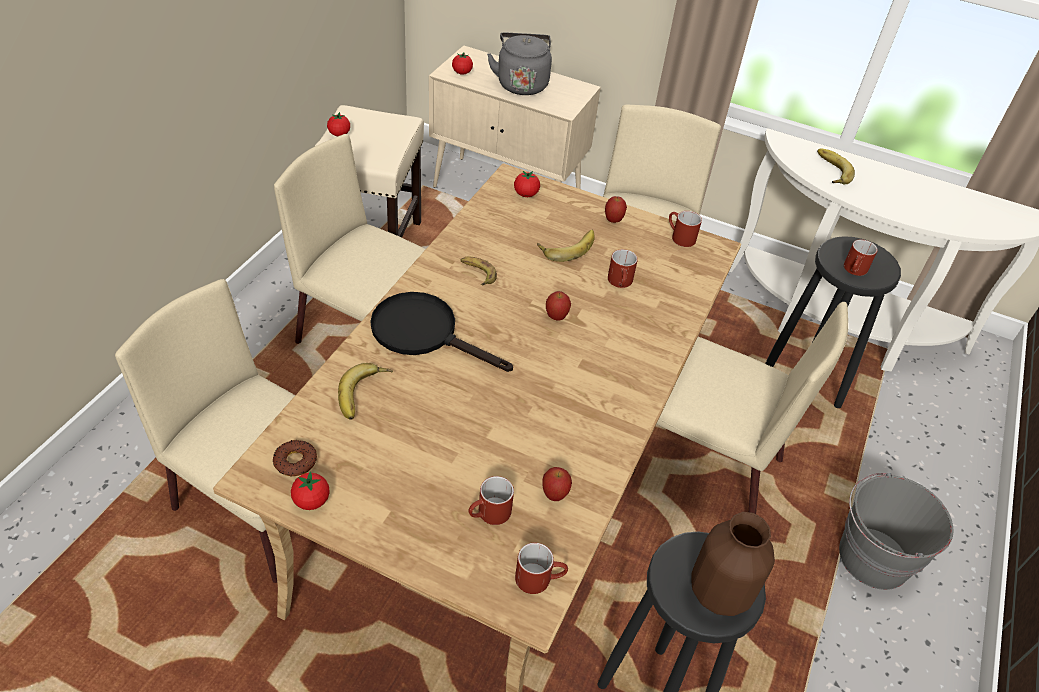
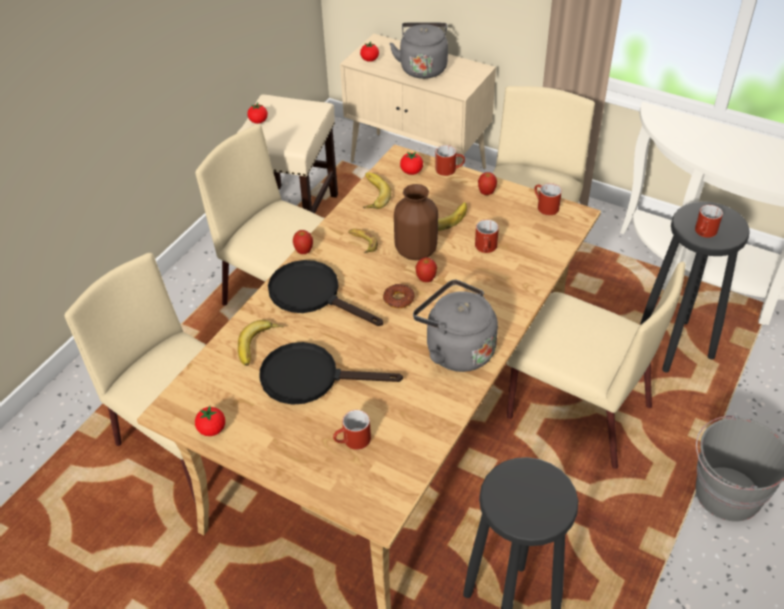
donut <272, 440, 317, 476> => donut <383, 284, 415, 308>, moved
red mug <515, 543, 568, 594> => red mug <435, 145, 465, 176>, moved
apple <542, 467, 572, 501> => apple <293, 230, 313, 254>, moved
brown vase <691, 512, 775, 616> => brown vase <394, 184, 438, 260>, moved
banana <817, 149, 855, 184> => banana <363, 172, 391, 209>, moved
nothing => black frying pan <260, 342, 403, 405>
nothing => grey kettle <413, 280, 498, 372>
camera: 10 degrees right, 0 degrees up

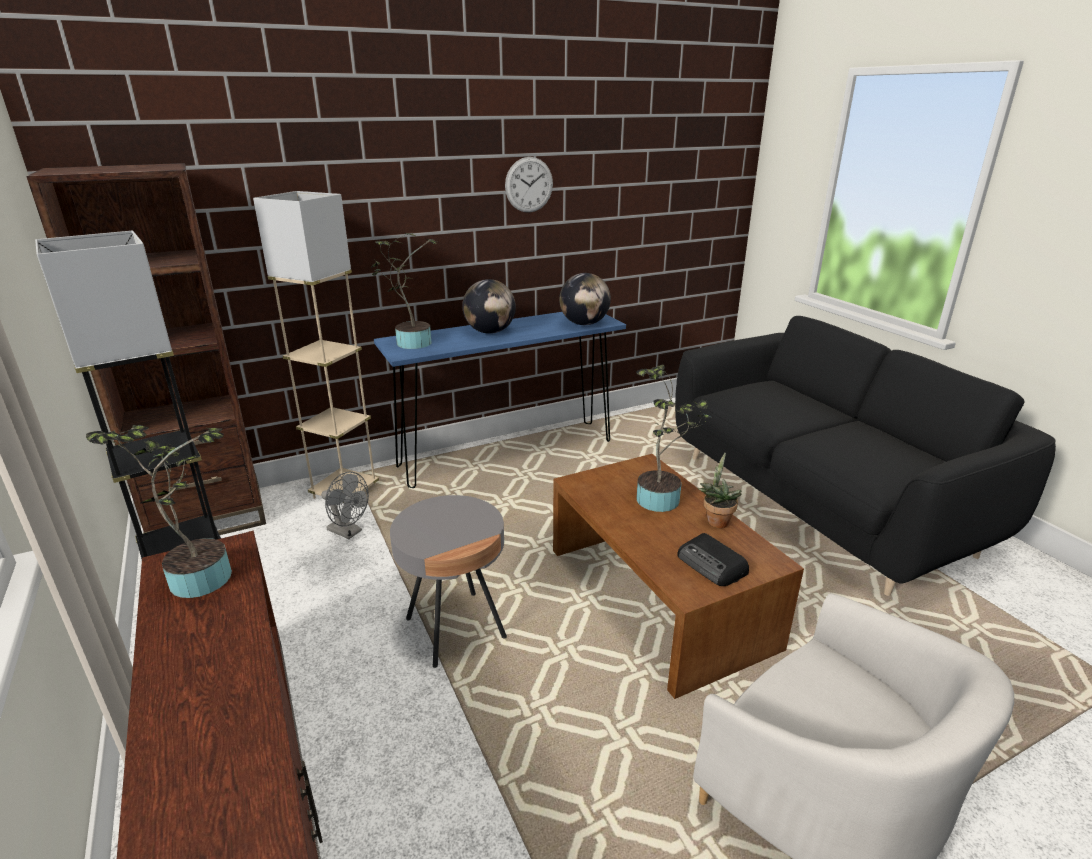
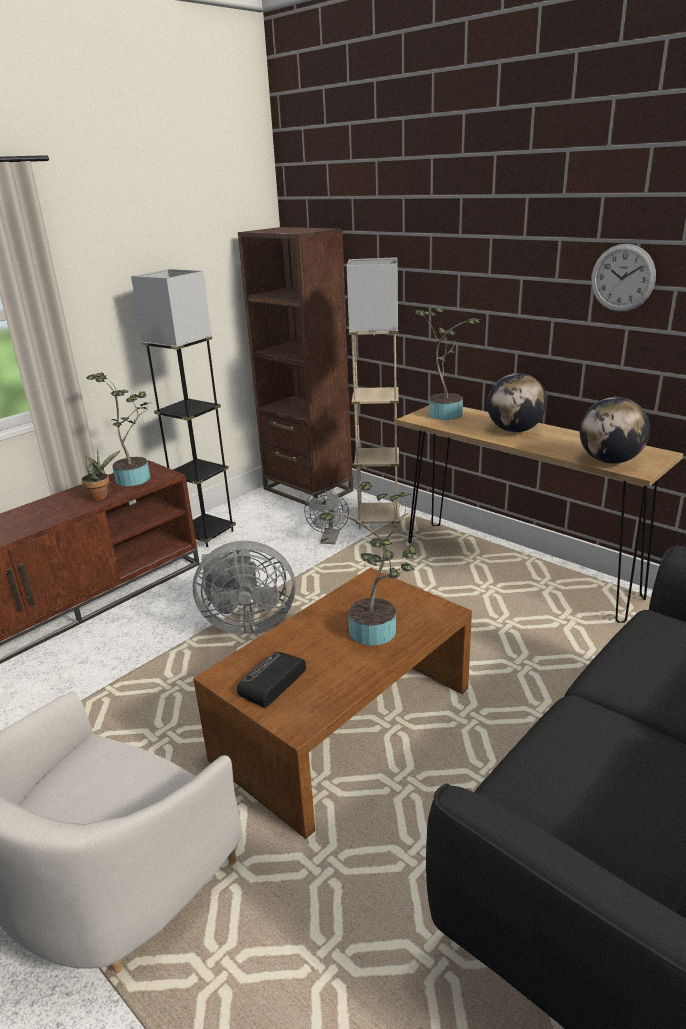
blue console table <374, 312, 626, 488> => brown console table <396, 406, 683, 623>
grey side table <390, 495, 507, 668> => grey fan <192, 541, 296, 634>
potted plant <698, 453, 742, 528> => potted plant <81, 450, 121, 501>, moved
camera: 70 degrees right, 0 degrees up

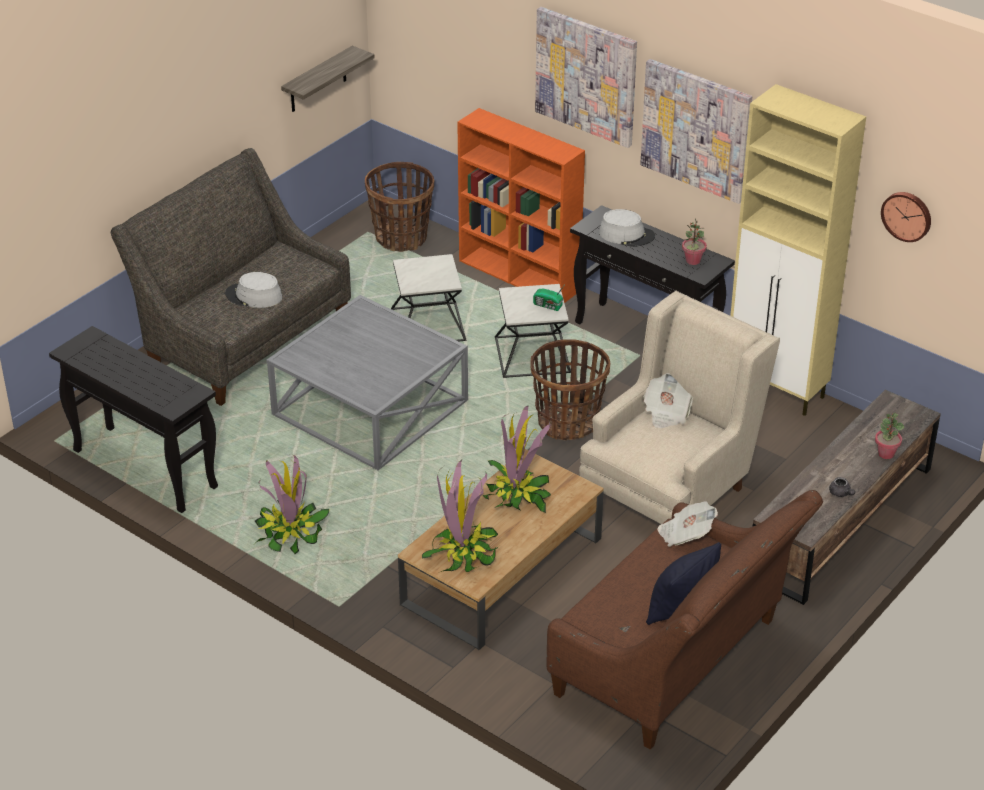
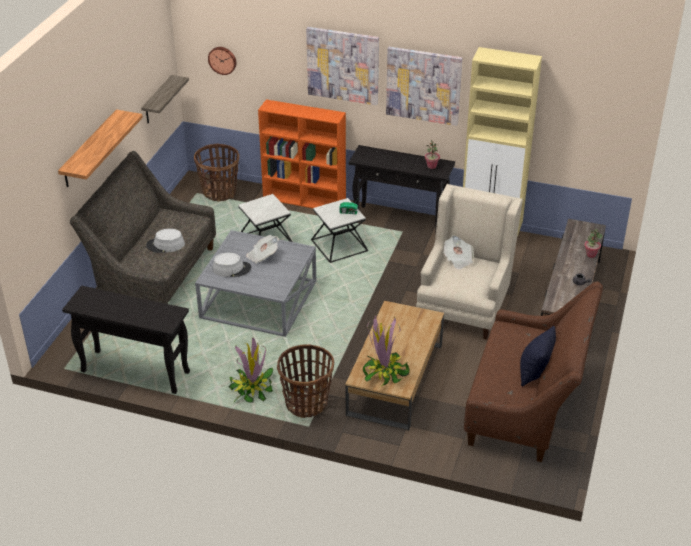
potted plant <478, 406, 551, 513> => nothing
basket <530, 339, 610, 441> => basket <277, 344, 334, 418>, moved
grey hat <599, 209, 655, 247> => grey hat <213, 252, 251, 277>, moved
newspaper <657, 501, 718, 547> => newspaper <246, 235, 279, 263>, moved
wall clock <881, 192, 931, 242> => wall clock <208, 47, 236, 75>, moved
nothing => shelf <58, 109, 143, 187>
camera: 20 degrees left, 0 degrees up

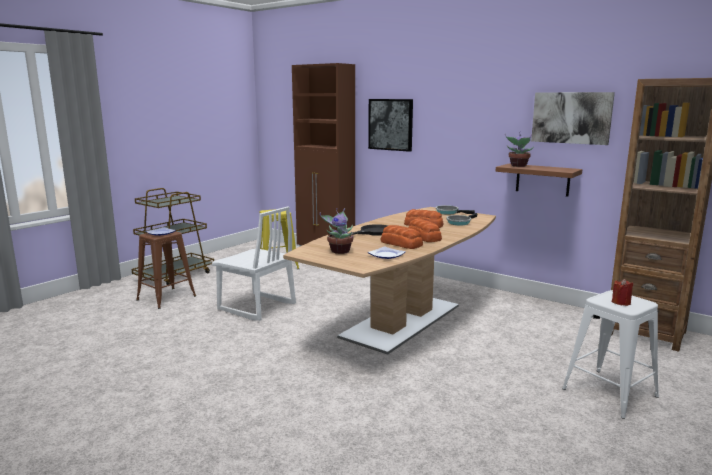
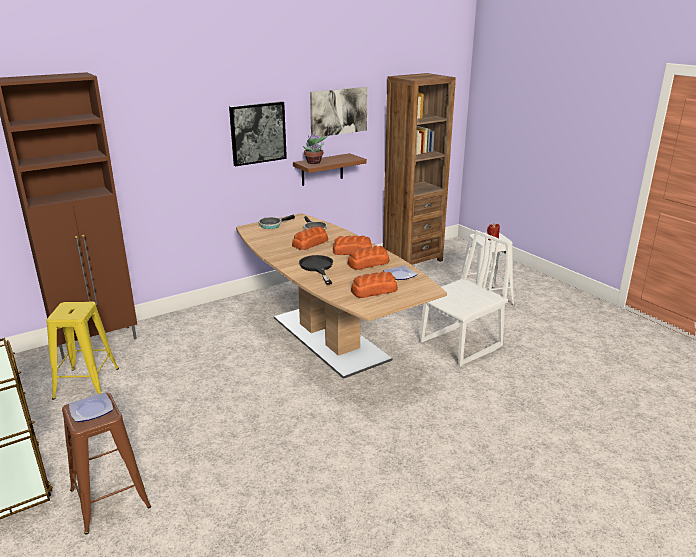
white chair <212, 206, 296, 321> => white chair <419, 230, 510, 366>, moved
potted plant <319, 208, 353, 254> => bread <351, 271, 398, 298>
picture <368, 99, 413, 152> => picture <229, 101, 287, 166>, moved
camera: 70 degrees left, 10 degrees up

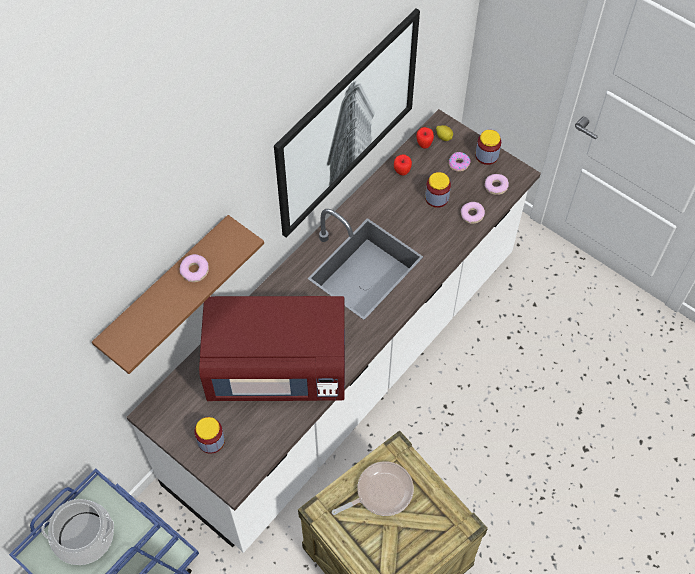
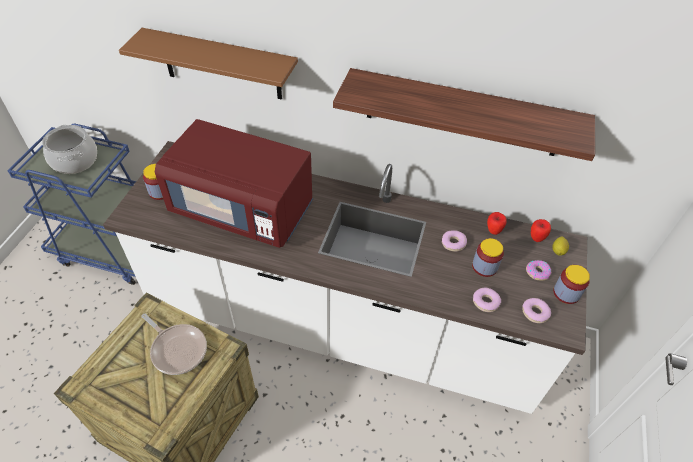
donut <180, 254, 209, 282> => donut <442, 230, 467, 252>, moved
red microwave <199, 296, 345, 401> => red microwave <155, 119, 313, 248>, 45 degrees counterclockwise
picture <274, 9, 420, 238> => shelf <333, 68, 595, 161>
camera: 65 degrees right, 10 degrees down

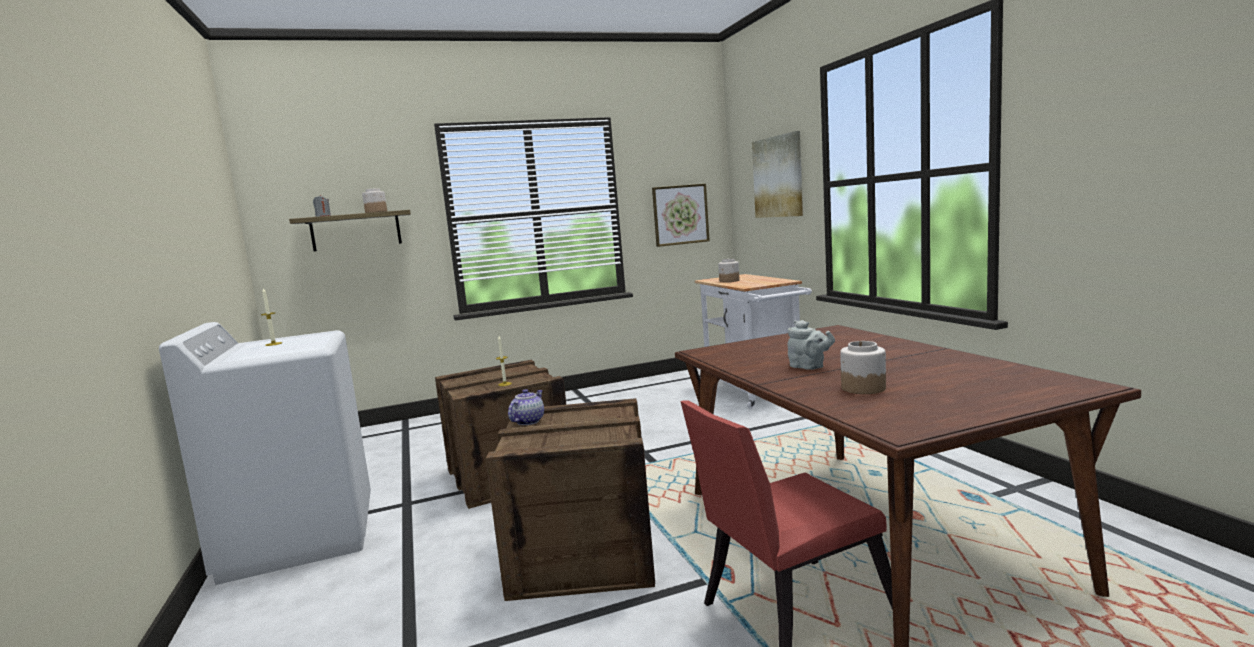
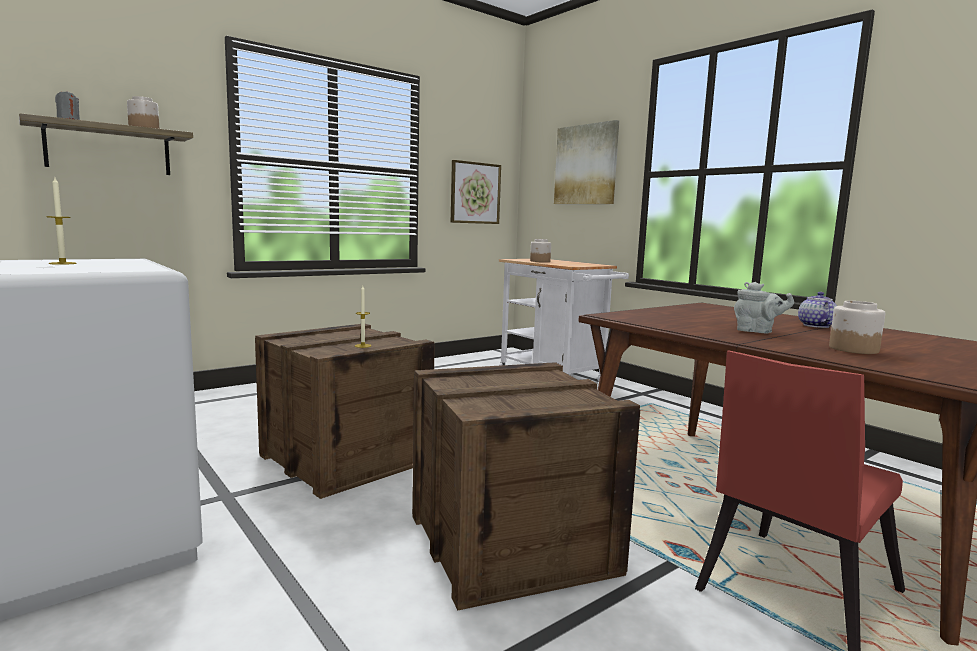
teapot <508, 389, 544, 425> => teapot <798, 292, 837, 328>, moved
camera: 20 degrees left, 0 degrees up

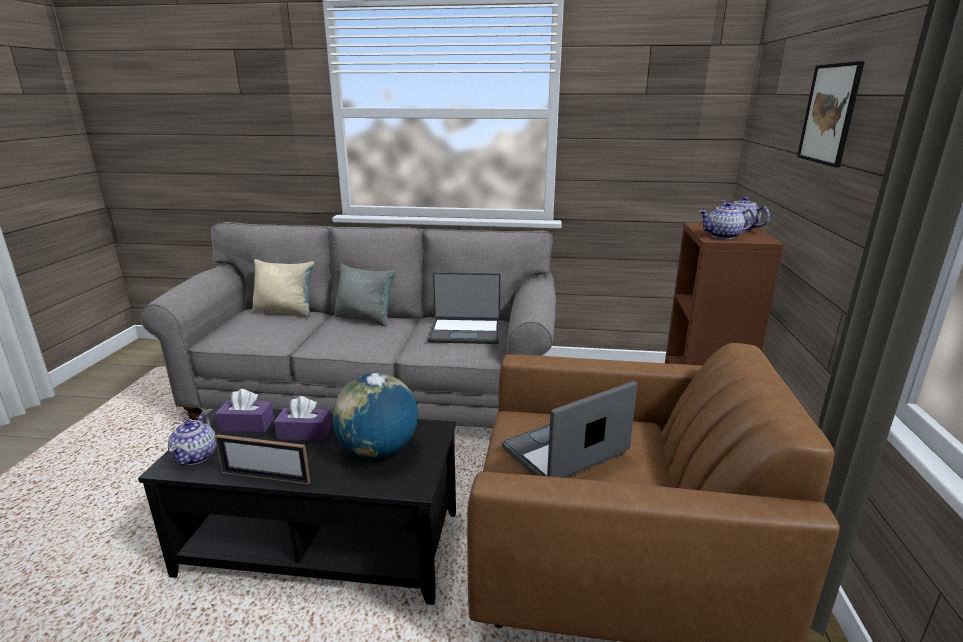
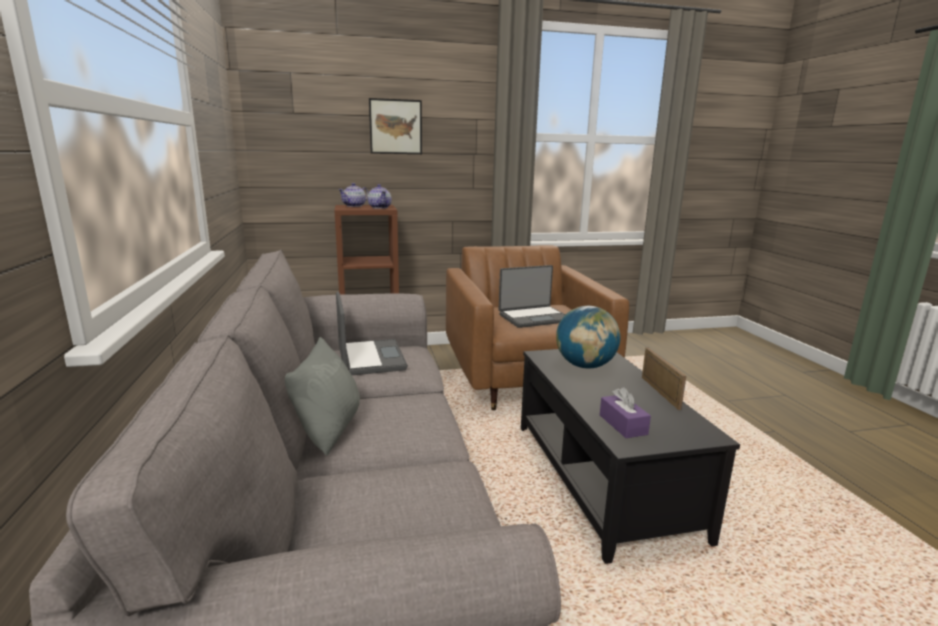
teapot <168, 413, 216, 466> => nothing
beige pillow <252, 259, 314, 317> => nothing
purple tissue box <274, 396, 332, 441> => nothing
laptop <502, 381, 637, 478> => laptop <499, 265, 566, 328>, 60 degrees counterclockwise
camera: 110 degrees left, 5 degrees down

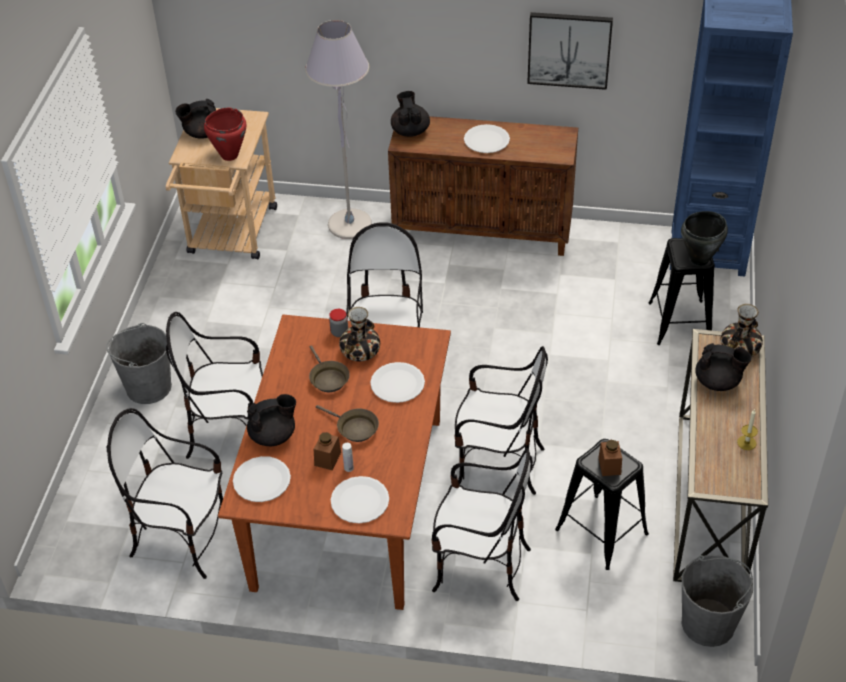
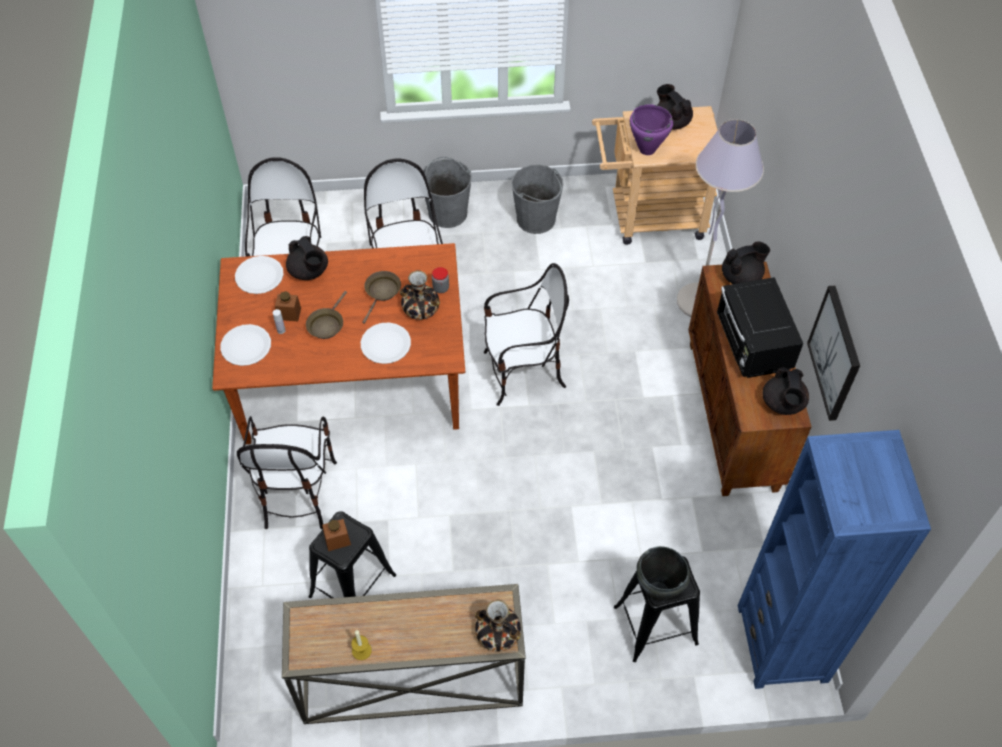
red cooking pot <204, 108, 246, 161> => purple cooking pot <630, 104, 673, 155>
brown frying pan <309, 346, 350, 392> => brown frying pan <362, 271, 401, 324>, 150 degrees clockwise
chair <454, 346, 548, 495> => nothing
white plate <464, 124, 510, 153> => black microwave <717, 277, 803, 378>
grey bucket <682, 554, 753, 647> => grey bucket <511, 164, 564, 234>, moved
black teapot <696, 343, 752, 391> => black teapot <762, 367, 809, 415>, moved
camera: 75 degrees right, 10 degrees up

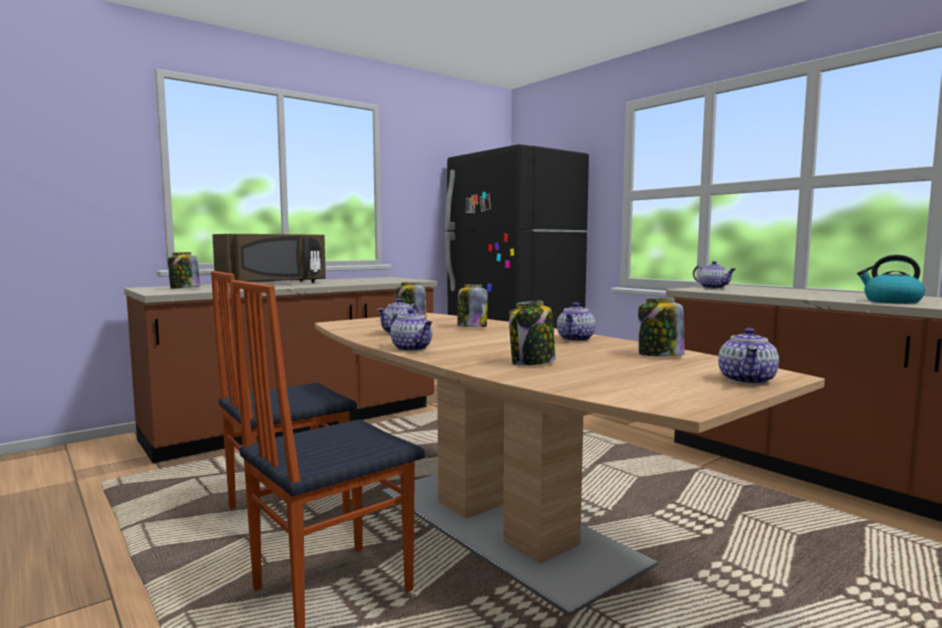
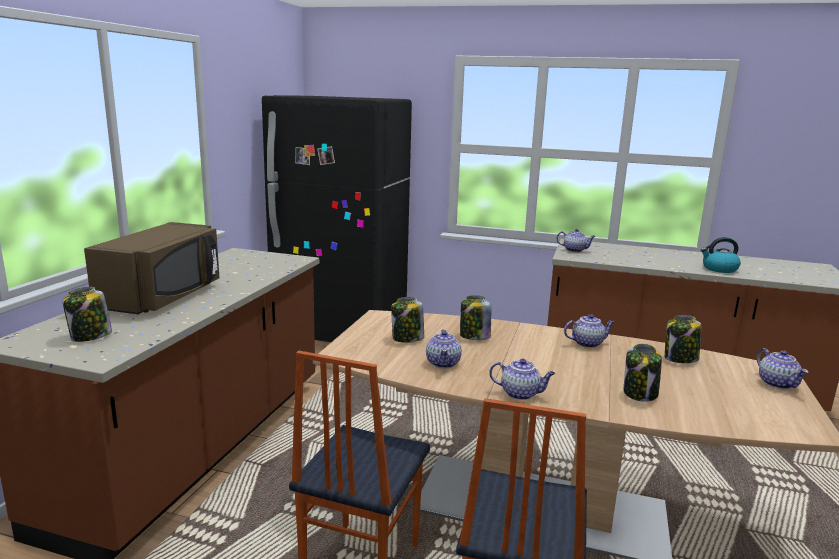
teapot <557, 302, 596, 341> => teapot <564, 314, 615, 348>, 90 degrees counterclockwise
camera: 35 degrees left, 10 degrees up

